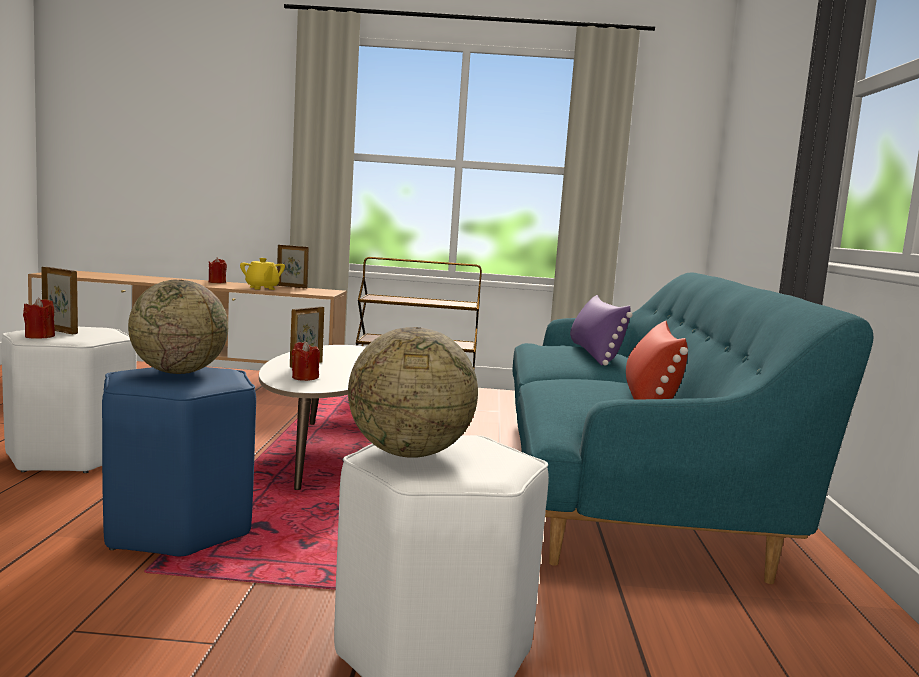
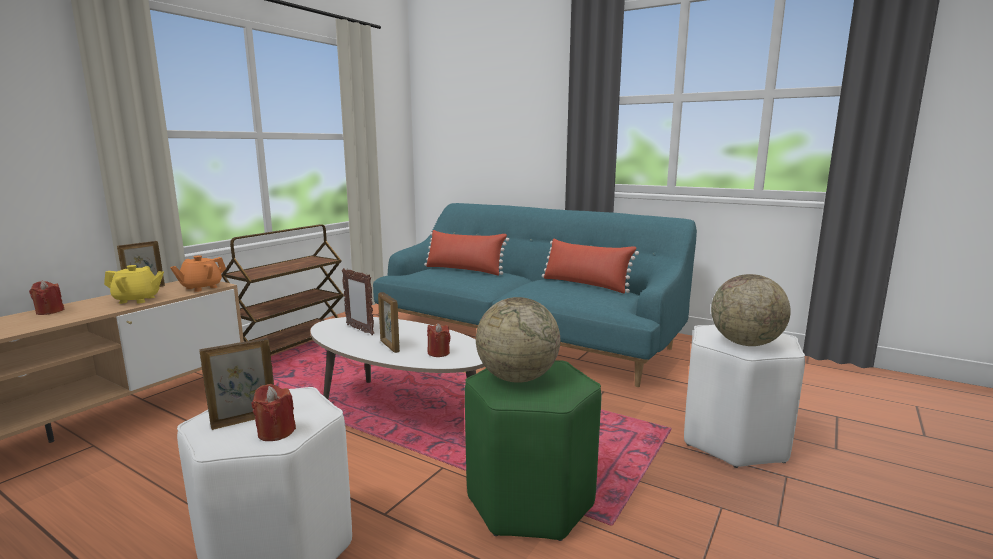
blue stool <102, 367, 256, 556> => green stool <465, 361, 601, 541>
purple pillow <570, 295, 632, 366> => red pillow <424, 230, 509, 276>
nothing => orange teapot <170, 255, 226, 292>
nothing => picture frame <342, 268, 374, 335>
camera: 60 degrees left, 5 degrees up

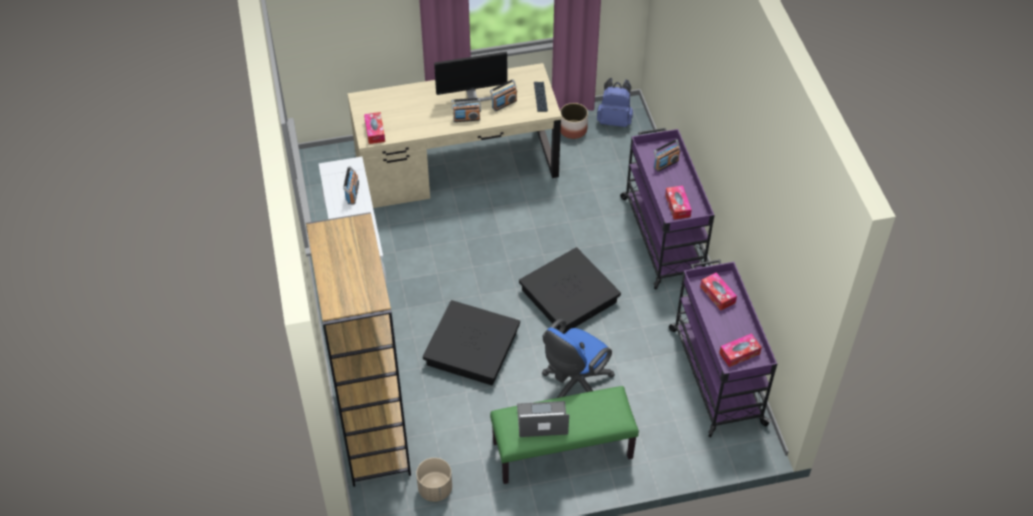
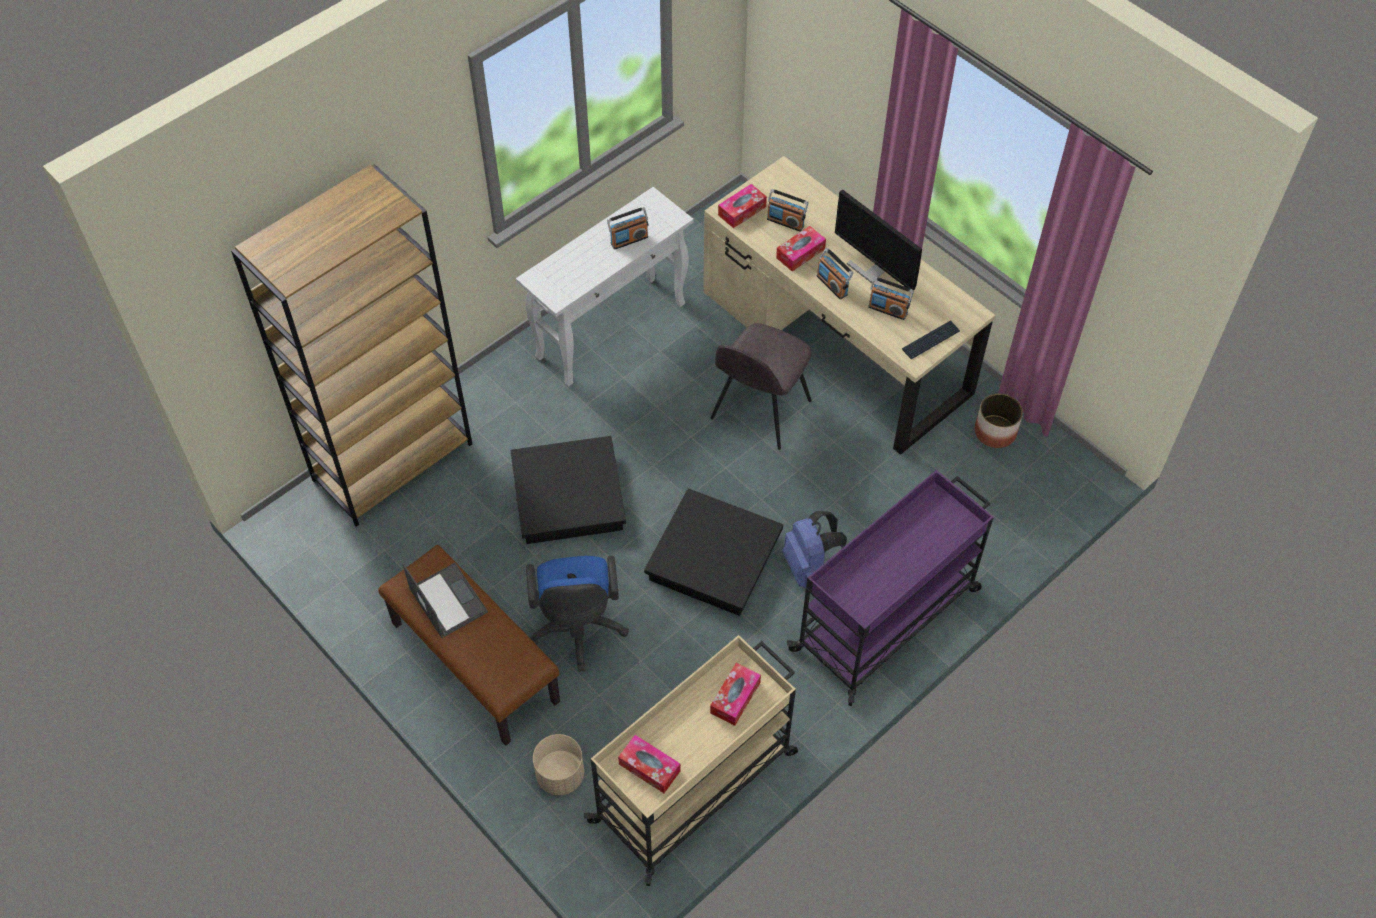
beige planter <416, 458, 452, 502> => beige planter <533, 734, 584, 795>, moved
green bench <490, 386, 639, 484> => brown bench <378, 545, 560, 746>
blue office chair <542, 319, 615, 398> => blue office chair <526, 556, 629, 672>, 105 degrees counterclockwise
blue backpack <597, 78, 633, 127> => blue backpack <782, 511, 847, 588>, moved
radio <654, 139, 680, 172> => radio <767, 189, 808, 232>, moved
tissue box <665, 186, 692, 220> => tissue box <776, 226, 826, 271>, moved
purple cart <669, 259, 777, 437> => beige cart <584, 635, 798, 886>
nothing => grey chair <711, 323, 812, 450>
camera: 60 degrees right, 5 degrees up

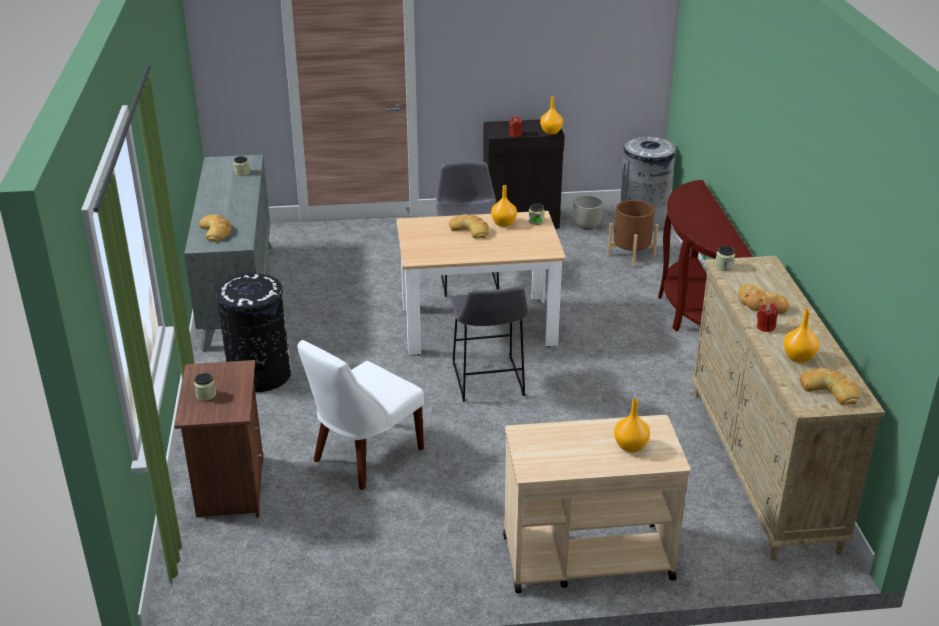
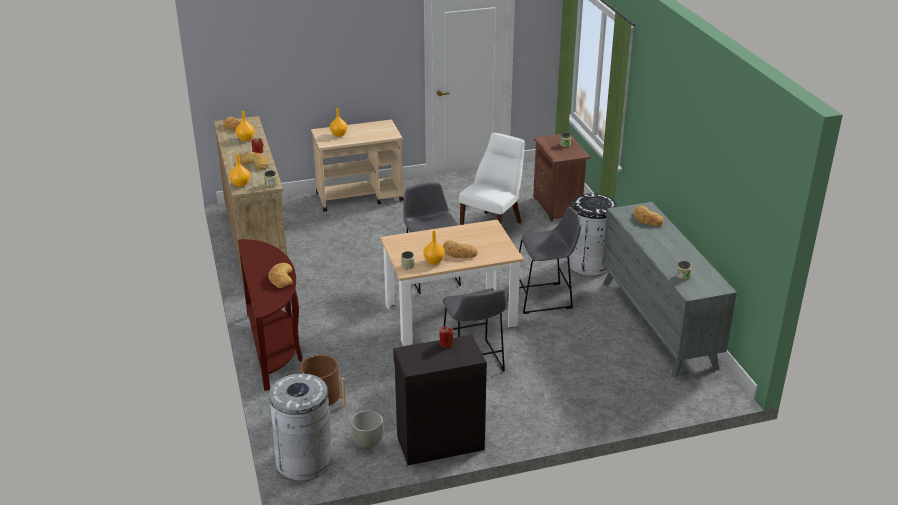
orange vase <540, 96, 563, 134> => orange vase <230, 154, 250, 187>, moved
nothing => bread <268, 263, 292, 288>
nothing => grey stool <519, 207, 582, 314>
camera: 170 degrees right, 0 degrees up

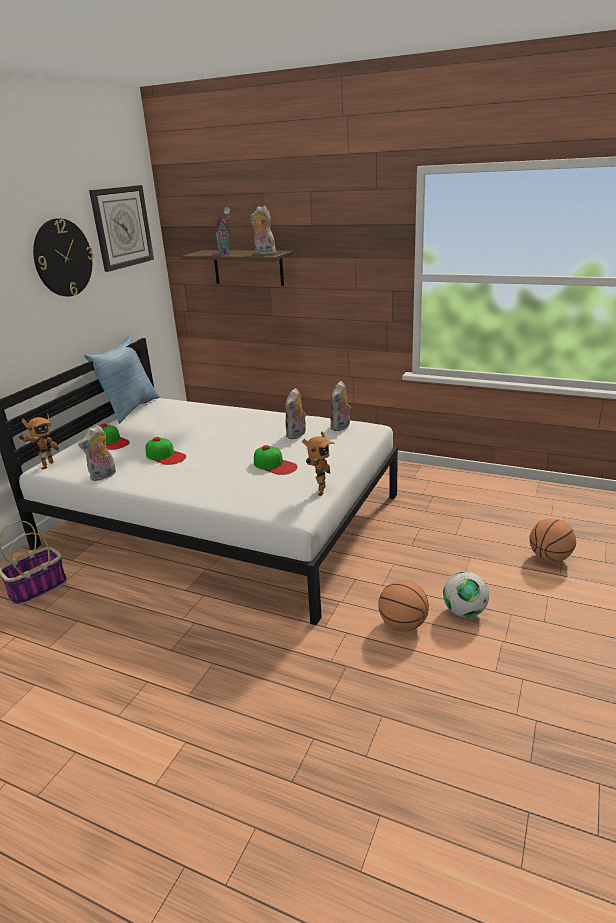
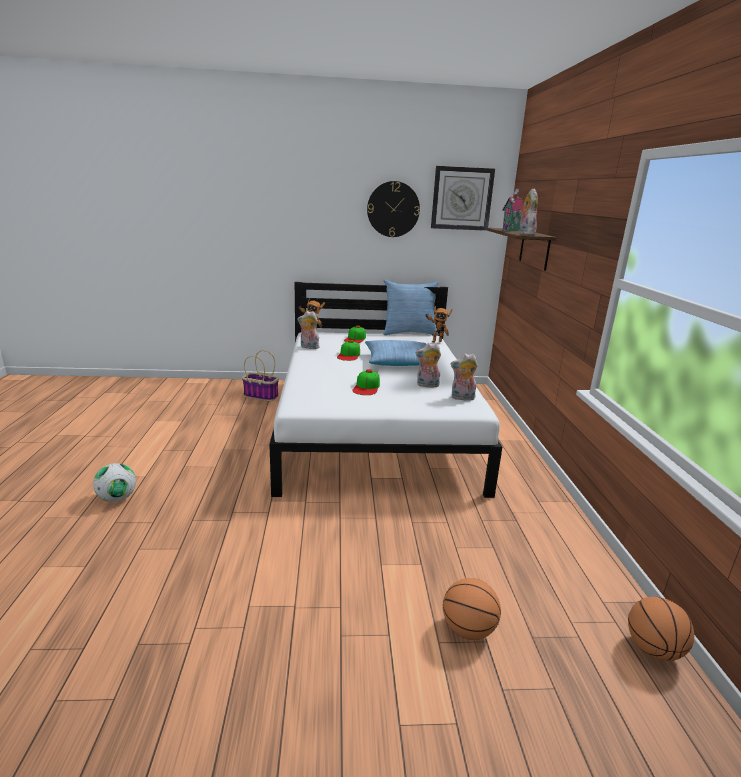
toy robot <302, 432, 335, 496> => toy robot <425, 306, 452, 342>, moved
basketball <378, 581, 429, 631> => basketball <628, 597, 694, 661>, moved
football <443, 572, 489, 617> => football <93, 463, 136, 502>, moved
nothing => pillow <365, 340, 426, 366>
camera: 60 degrees right, 5 degrees down

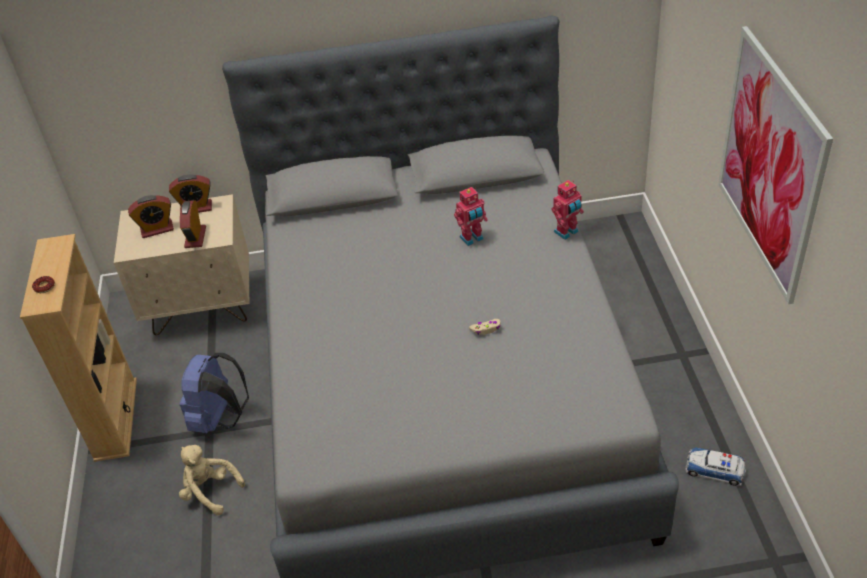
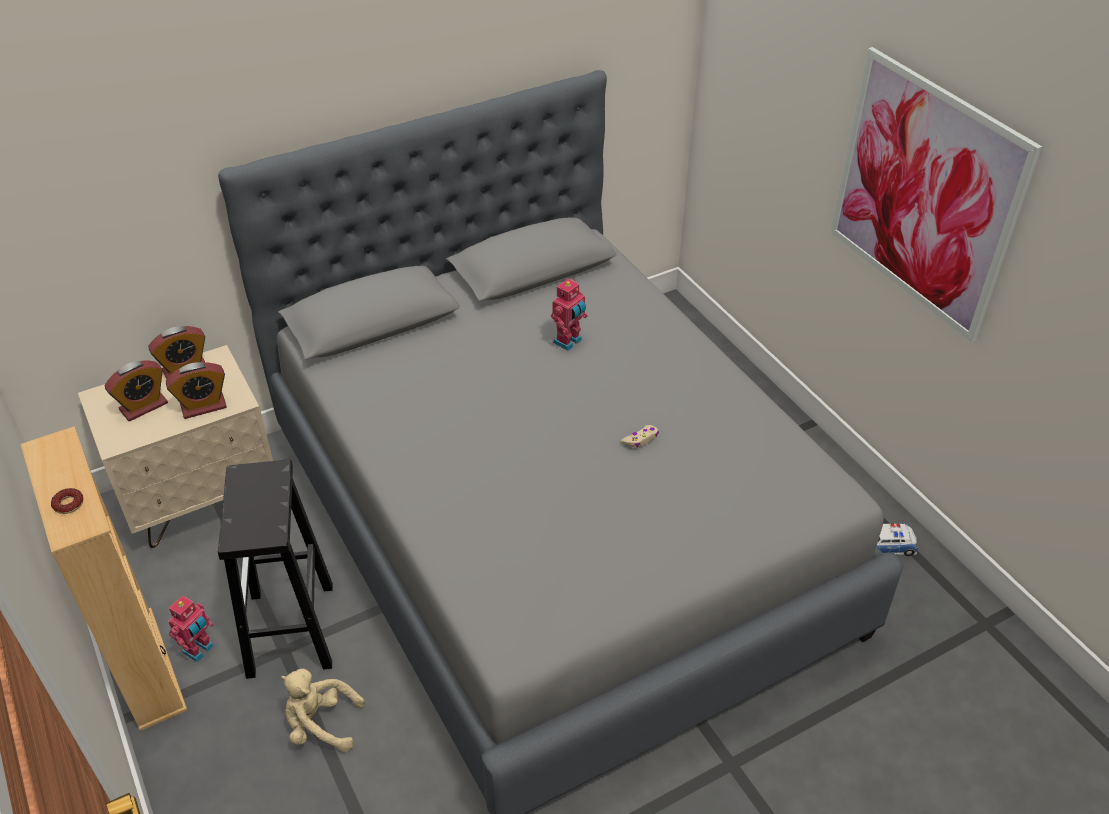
alarm clock <180, 200, 206, 248> => alarm clock <166, 362, 227, 419>, 90 degrees counterclockwise
blue backpack <180, 353, 249, 433> => black stool <218, 460, 333, 679>
toy robot <551, 180, 584, 240> => toy robot <168, 595, 214, 662>, moved
camera: 25 degrees left, 0 degrees up

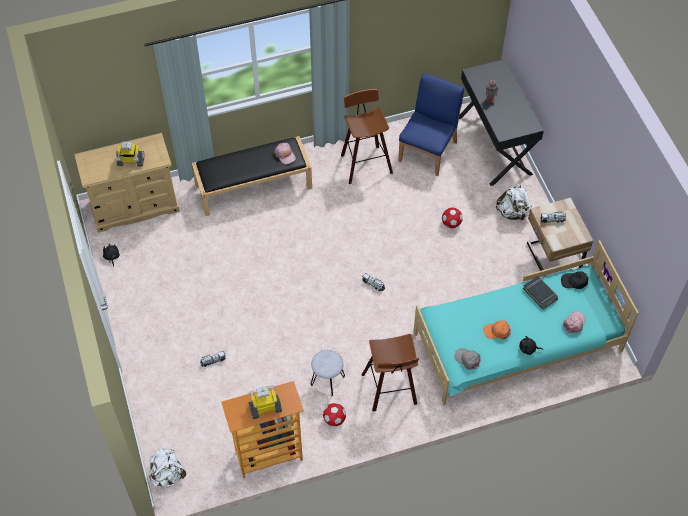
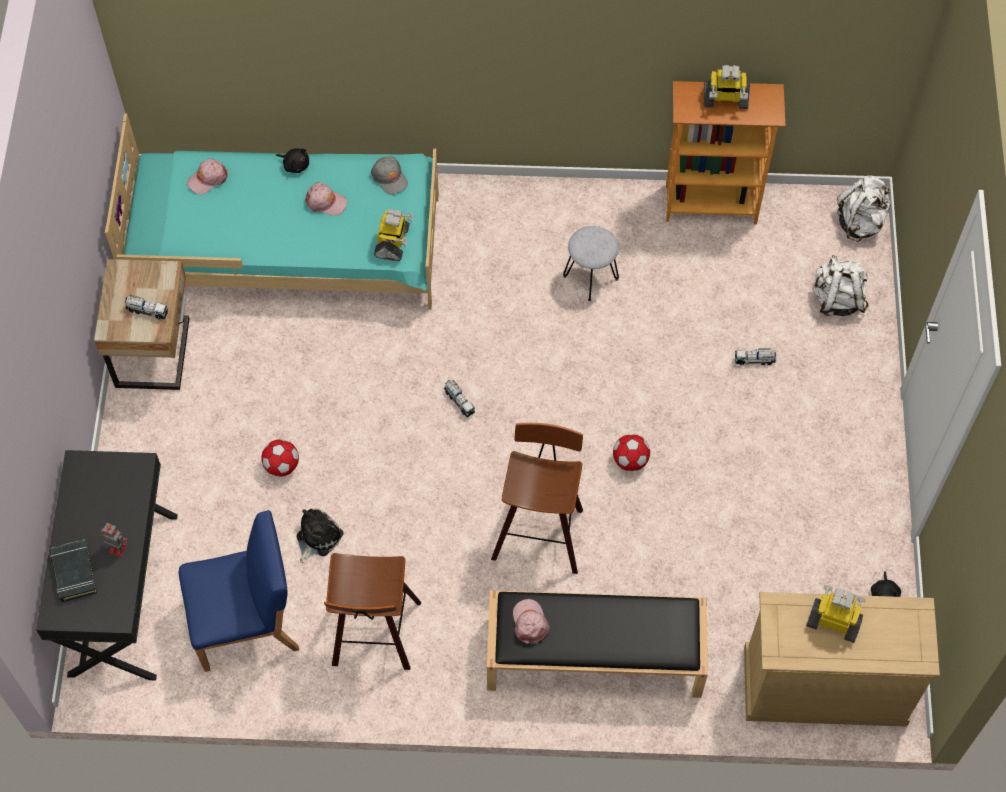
football <323, 403, 346, 426> => football <613, 434, 650, 471>, moved
stool <362, 334, 419, 411> => stool <491, 423, 583, 574>, moved
blue chair <398, 73, 464, 176> => blue chair <179, 510, 299, 672>, 150 degrees counterclockwise
orange cap <484, 321, 511, 339> => pink cap <305, 182, 347, 216>
white backpack <496, 183, 532, 220> => white backpack <814, 255, 869, 316>, moved
black book <523, 276, 558, 309> => black book <50, 539, 97, 602>, moved
black cap <561, 271, 588, 289> => nothing
nothing => plush toy <297, 508, 343, 563>
nothing => toy robot <374, 209, 413, 261>
camera: 160 degrees left, 5 degrees up

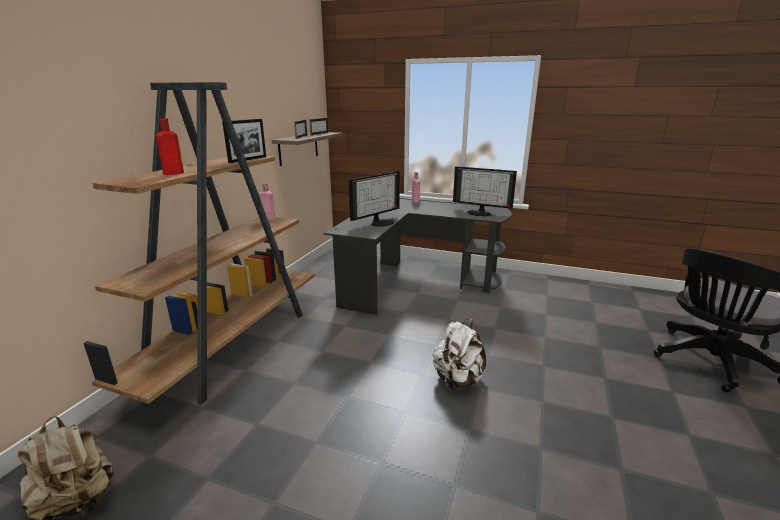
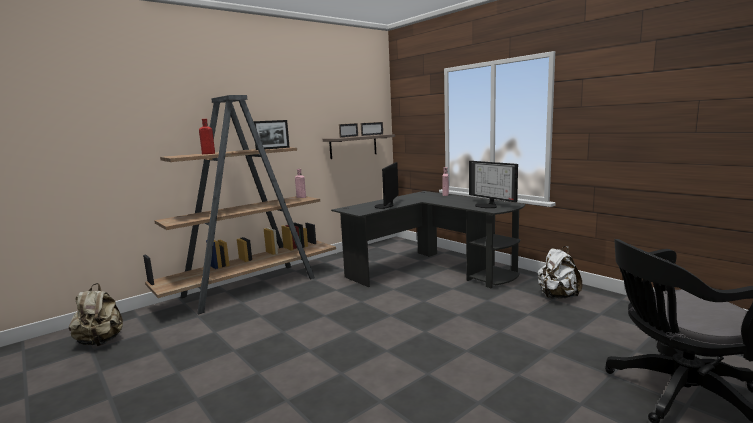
monitor <349, 171, 400, 227> => monitor <375, 162, 399, 209>, 120 degrees clockwise
white backpack <433, 319, 486, 390> => white backpack <537, 246, 582, 299>, moved
camera: 30 degrees right, 10 degrees down

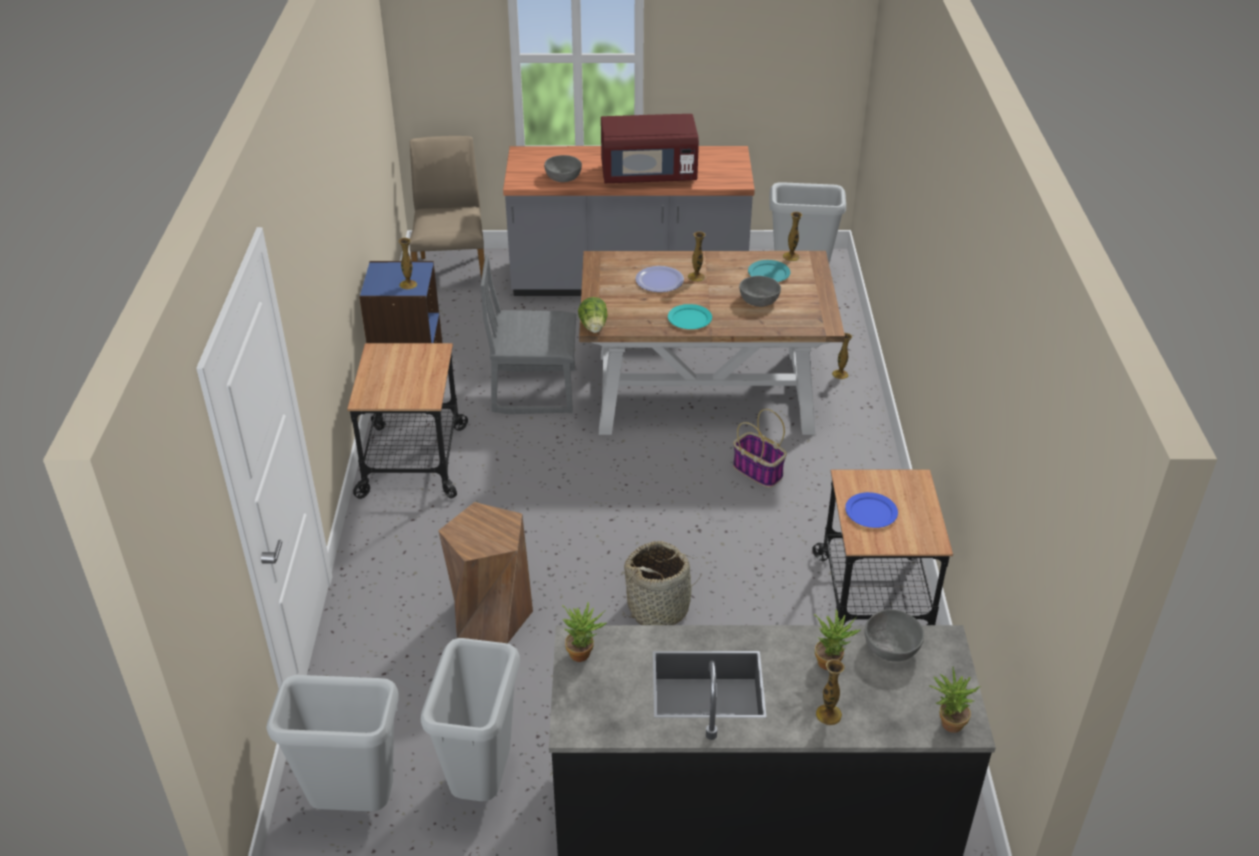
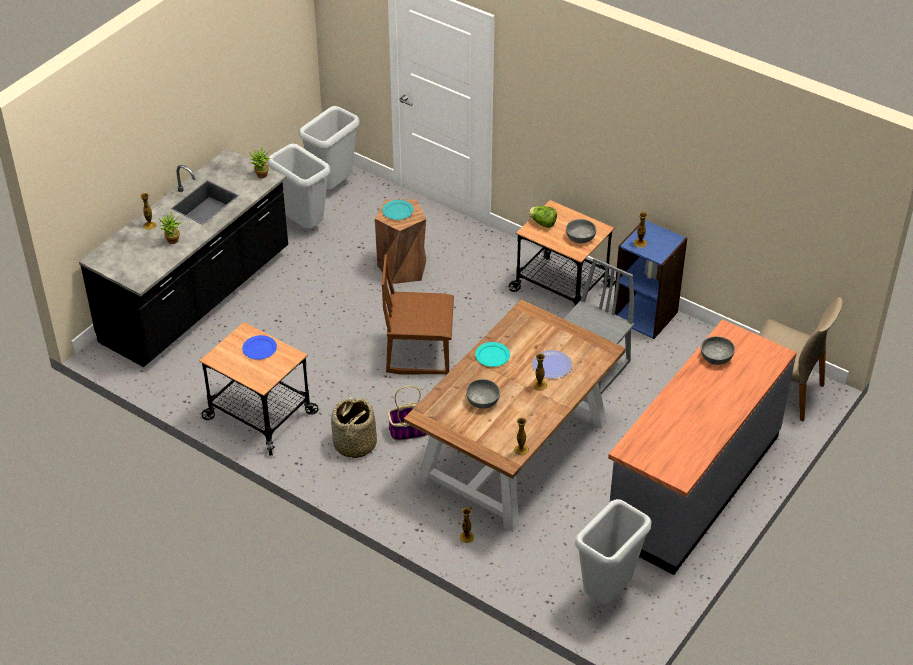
lettuce <578, 297, 608, 333> => lettuce <528, 206, 557, 228>, moved
red microwave <601, 114, 699, 183> => nothing
basket <623, 541, 702, 625> => basket <331, 397, 377, 460>, moved
turquoise plate <748, 260, 790, 282> => turquoise plate <382, 200, 414, 220>, moved
grey bowl <864, 609, 924, 662> => grey bowl <566, 219, 596, 243>, moved
potted plant <929, 667, 981, 733> => nothing
nothing => brown chair <382, 254, 454, 375>
camera: 125 degrees right, 5 degrees up

